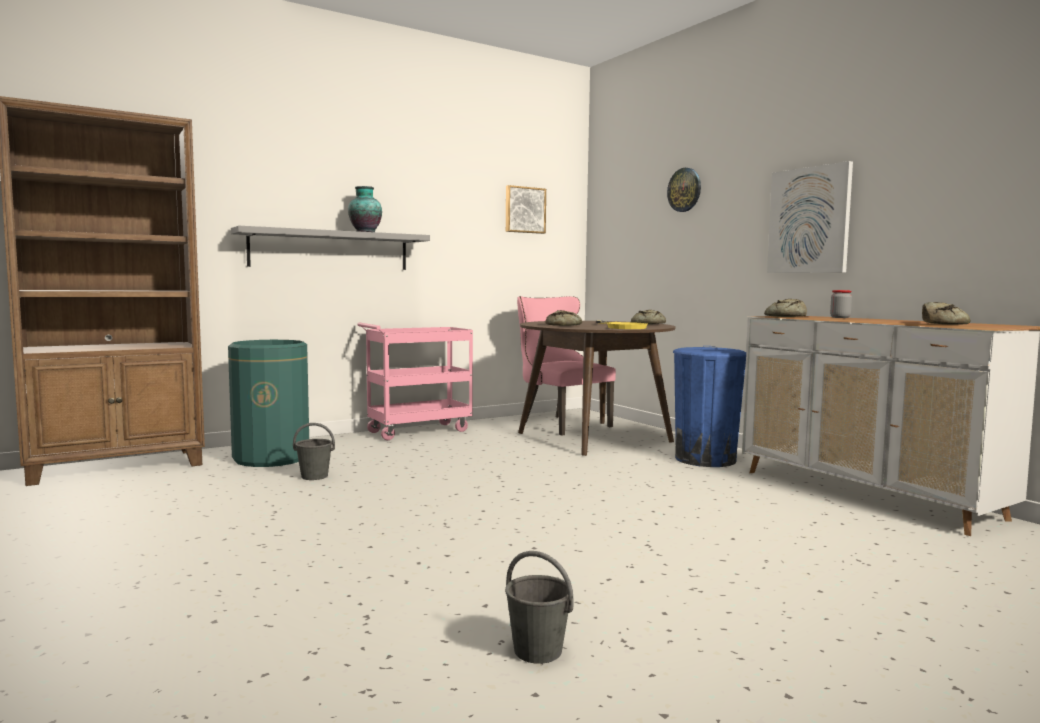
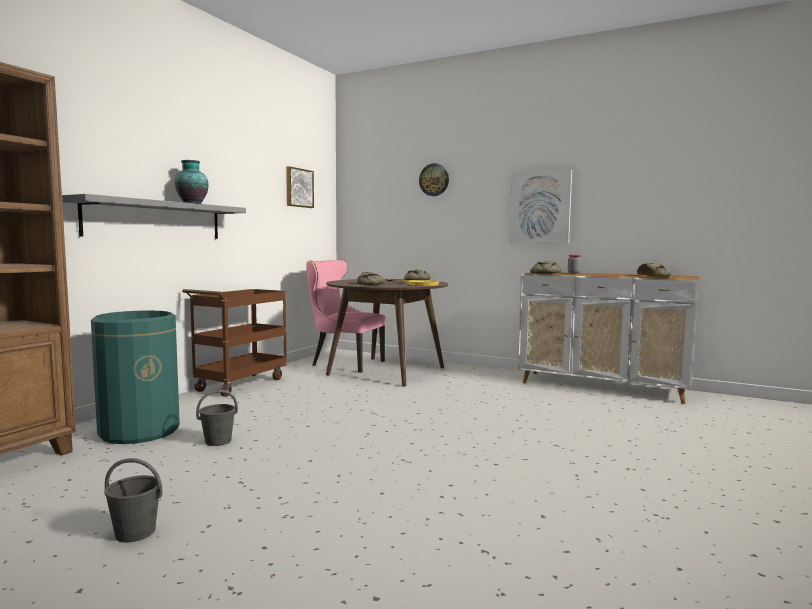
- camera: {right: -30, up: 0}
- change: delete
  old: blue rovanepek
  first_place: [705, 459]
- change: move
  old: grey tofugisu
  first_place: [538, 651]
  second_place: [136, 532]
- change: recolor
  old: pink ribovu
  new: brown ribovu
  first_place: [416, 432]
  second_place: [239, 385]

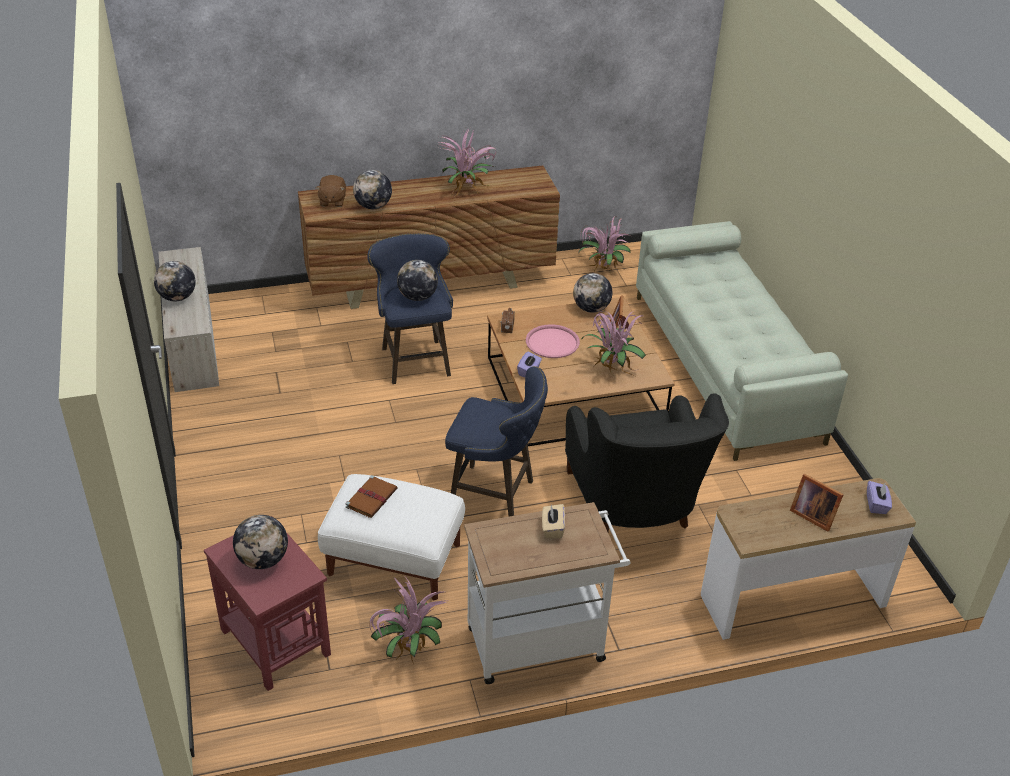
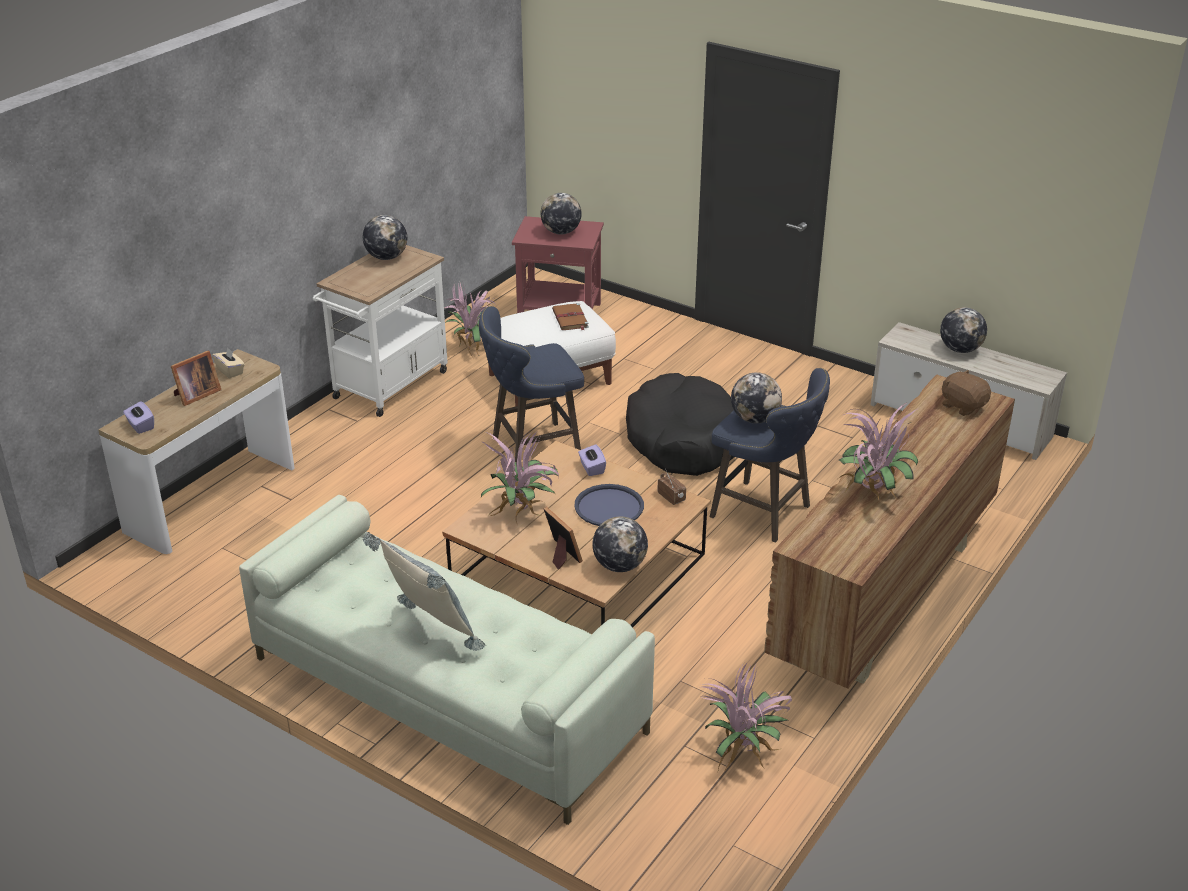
- camera: {right: 140, up: -5}
- change: delete
  old: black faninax
  first_place: [635, 507]
- change: insert
  new: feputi
  second_place: [426, 639]
- change: insert
  new: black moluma
  second_place: [683, 439]
- change: move
  old: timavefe
  first_place: [373, 206]
  second_place: [386, 257]
- change: move
  old: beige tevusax
  first_place: [552, 528]
  second_place: [230, 371]
- change: recolor
  old: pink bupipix
  new: blue bupipix
  first_place: [552, 342]
  second_place: [609, 507]
- change: rotate
  old: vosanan
  first_place: [812, 514]
  second_place: [195, 395]
  degrees: 135

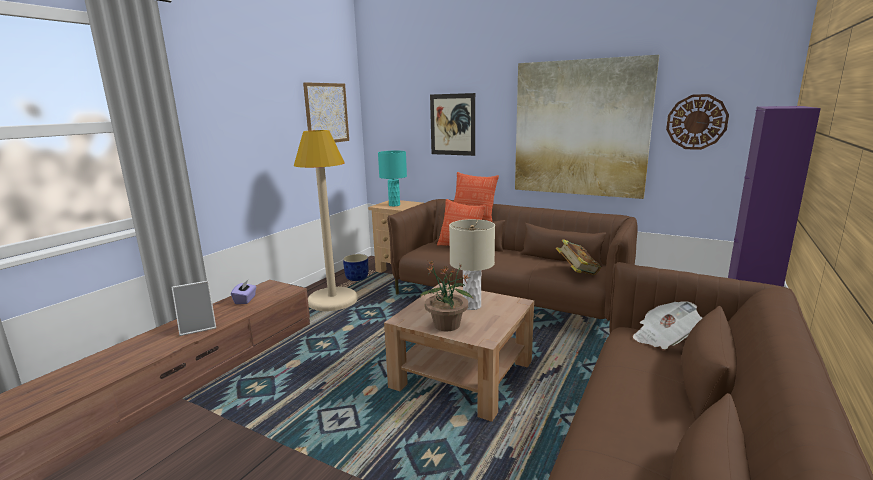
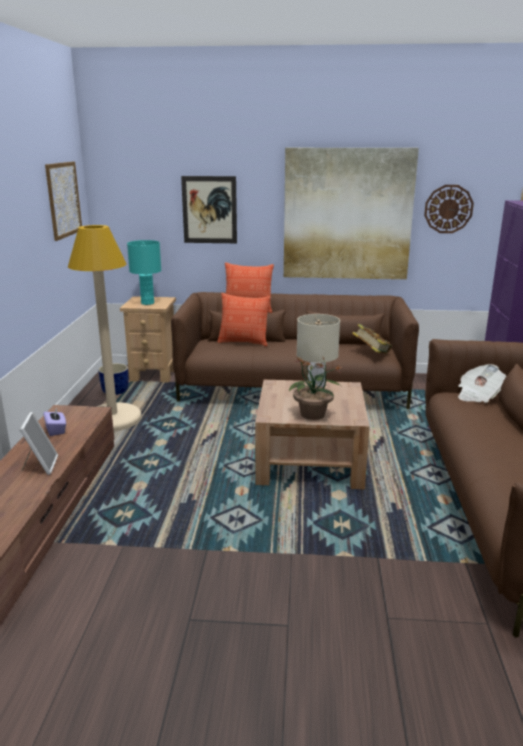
- camera: {right: -25, up: 5}
- change: rotate
  old: vosanan
  first_place: [198, 327]
  second_place: [40, 466]
  degrees: -45

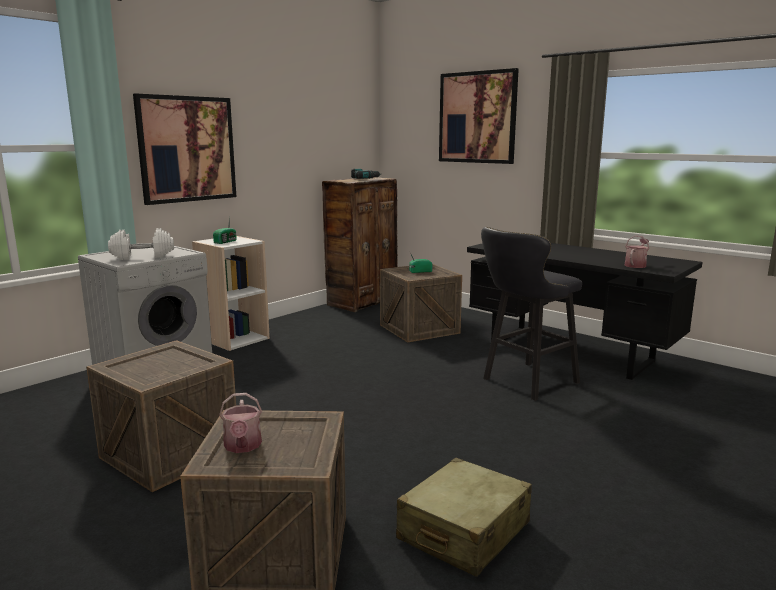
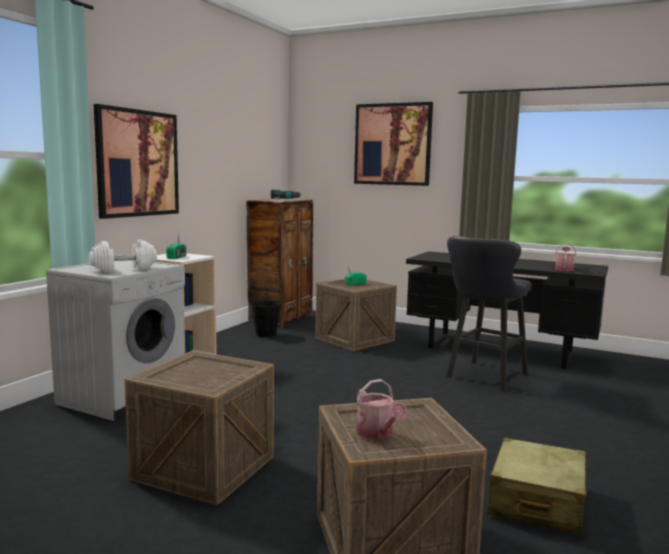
- camera: {right: -15, up: -5}
- change: insert
  new: black tofugisu
  second_place: [266, 334]

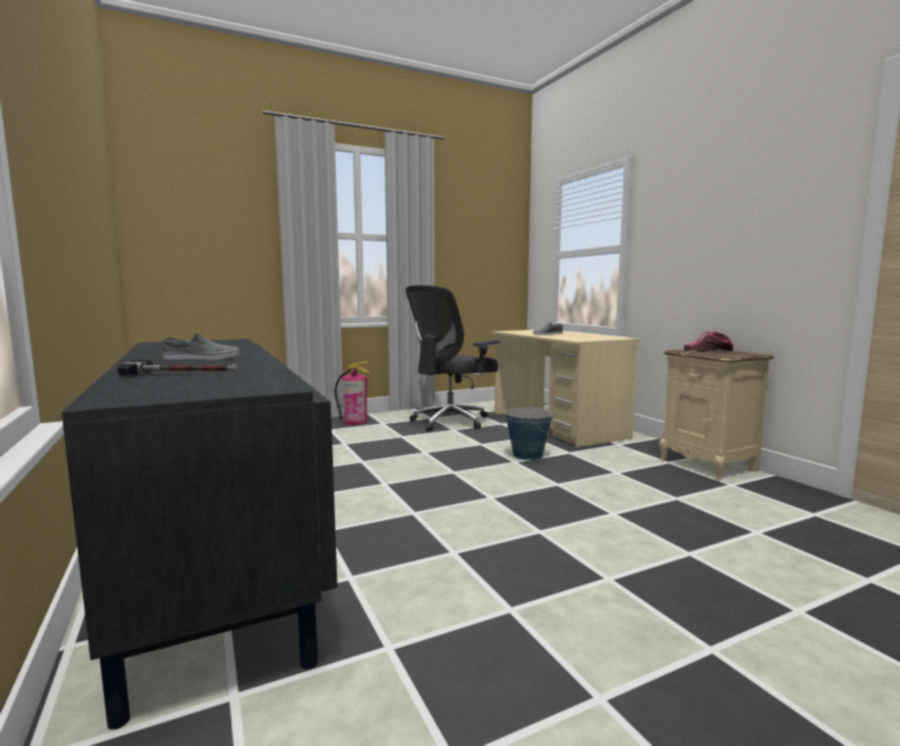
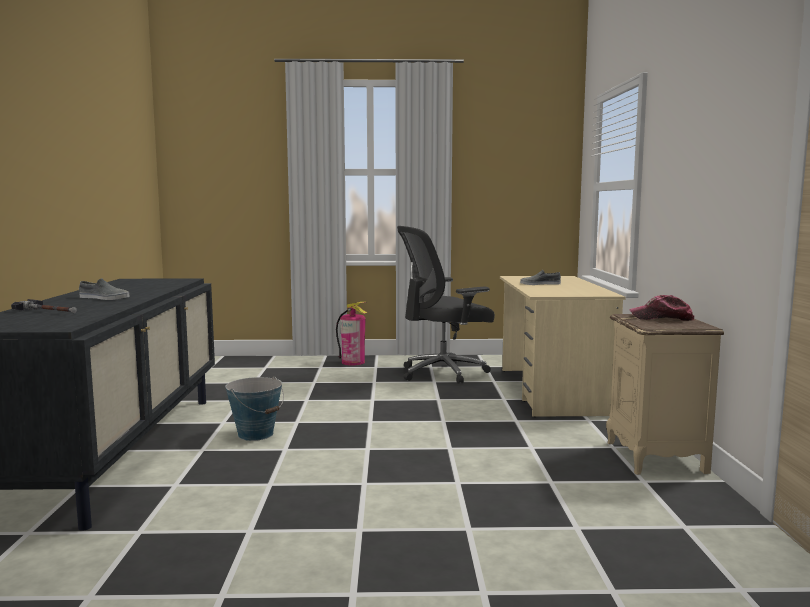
- camera: {right: 25, up: 0}
- change: move
  old: tofugisu
  first_place: [527, 455]
  second_place: [256, 434]

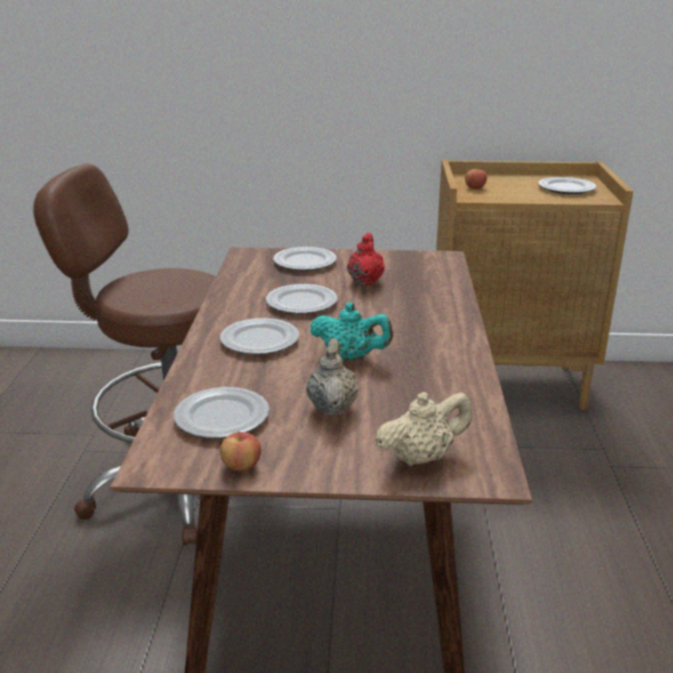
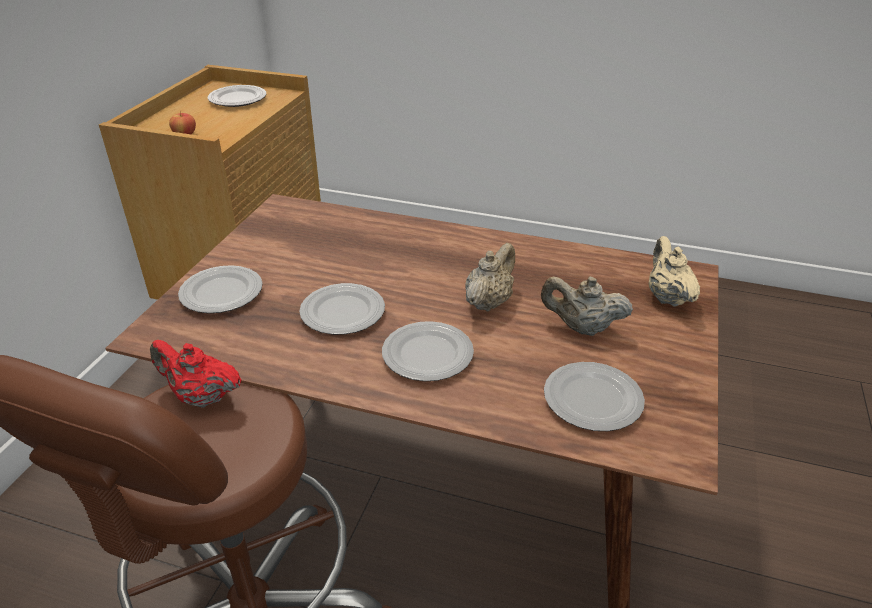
- camera: {right: -75, up: 10}
- change: delete
  old: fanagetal
  first_place: [241, 466]
- change: move
  old: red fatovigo
  first_place: [365, 281]
  second_place: [201, 397]
- change: recolor
  old: turquoise fatovigo
  new: beige fatovigo
  first_place: [351, 357]
  second_place: [489, 302]

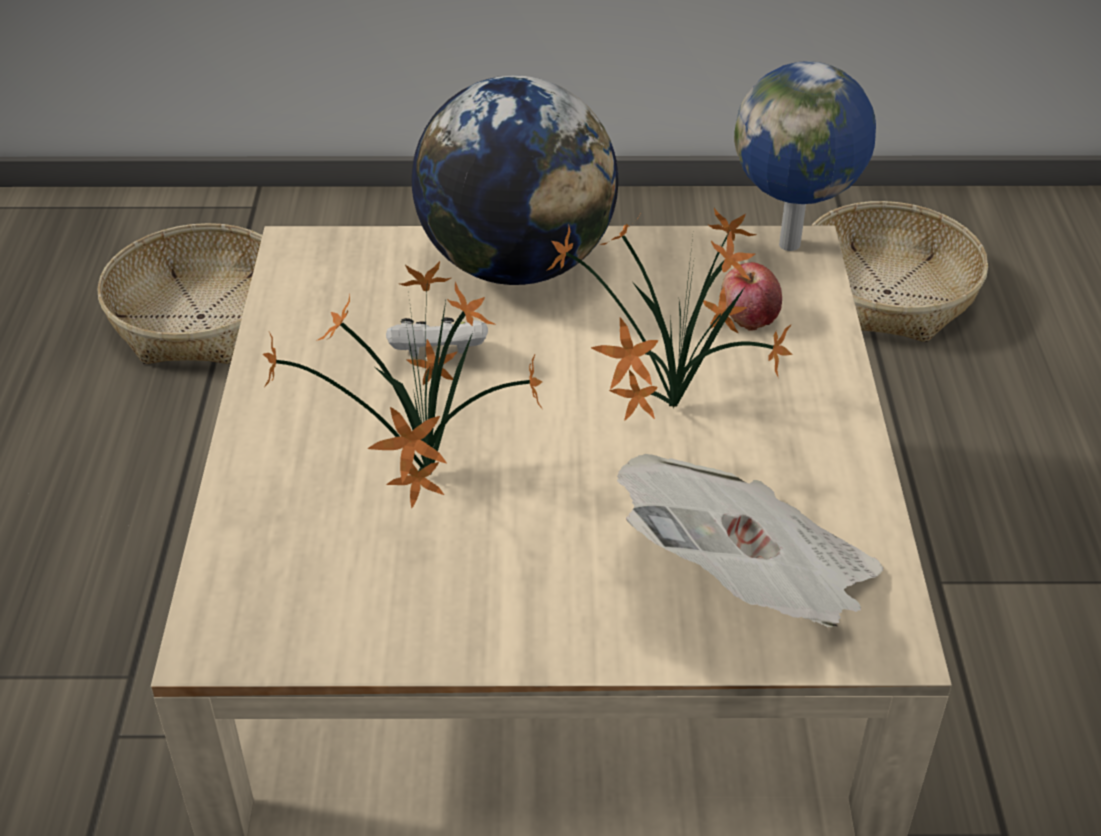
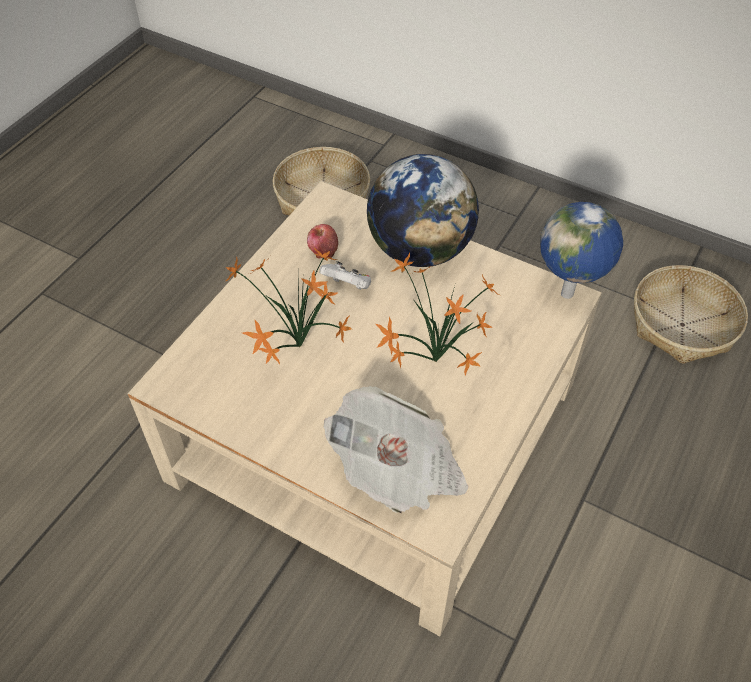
- camera: {right: 30, up: 10}
- change: move
  old: fanagetal
  first_place: [749, 317]
  second_place: [323, 251]

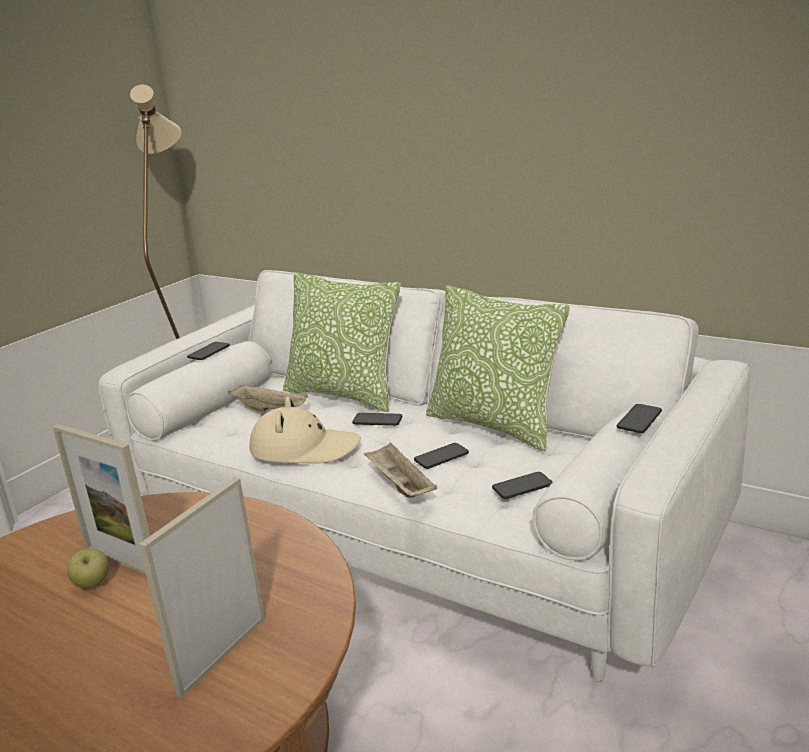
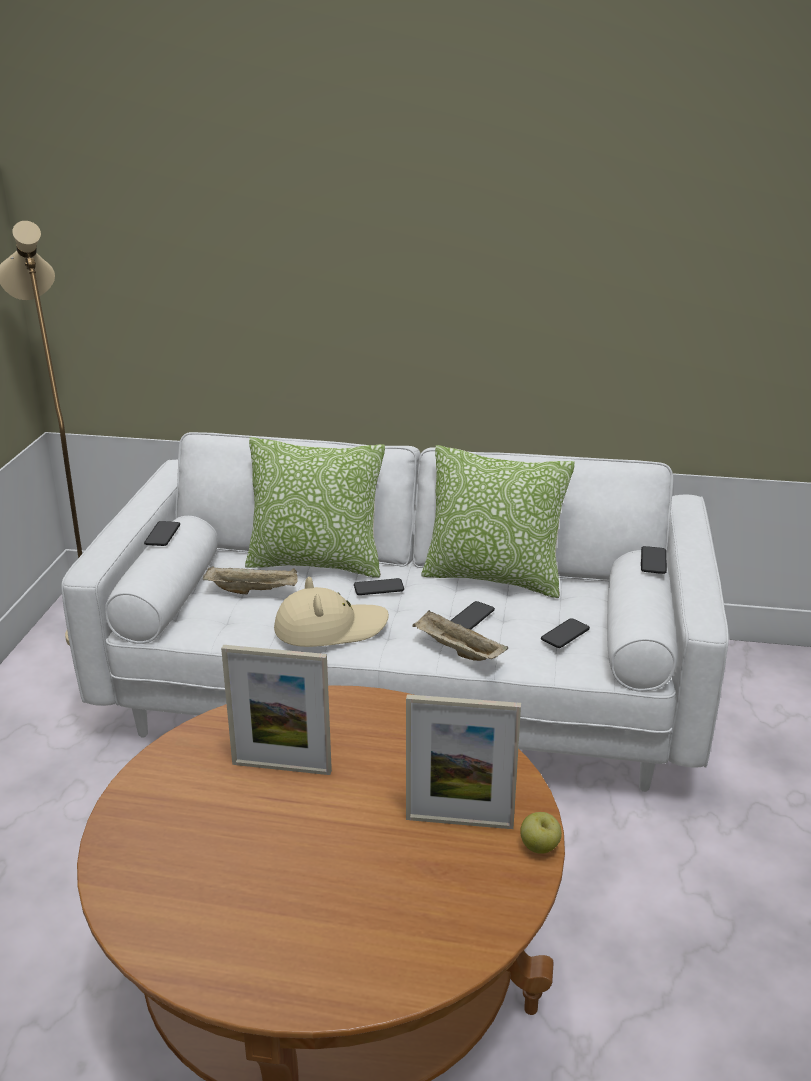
- camera: {right: -25, up: 5}
- change: move
  old: fanagetal
  first_place: [92, 584]
  second_place: [539, 848]
- change: rotate
  old: vosanan
  first_place: [222, 654]
  second_place: [459, 822]
  degrees: -90

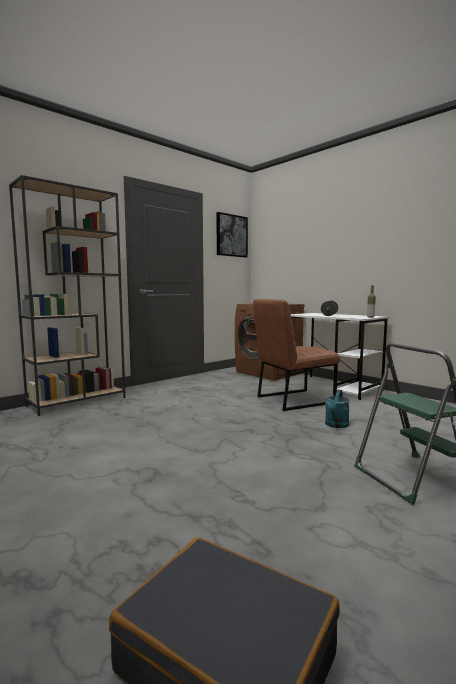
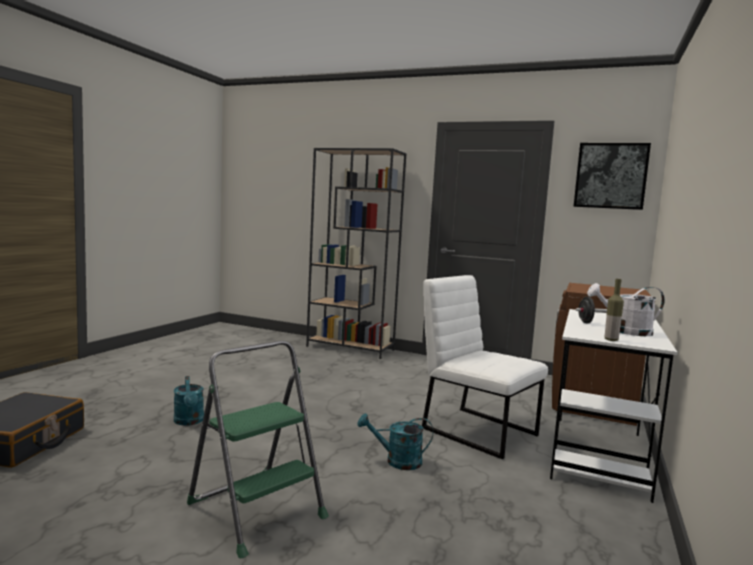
- camera: {right: 65, up: 0}
- change: insert
  new: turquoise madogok
  second_place: [189, 422]
- change: insert
  new: white madogok
  second_place: [626, 332]
- change: recolor
  old: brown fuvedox
  new: white fuvedox
  first_place: [293, 400]
  second_place: [477, 430]

